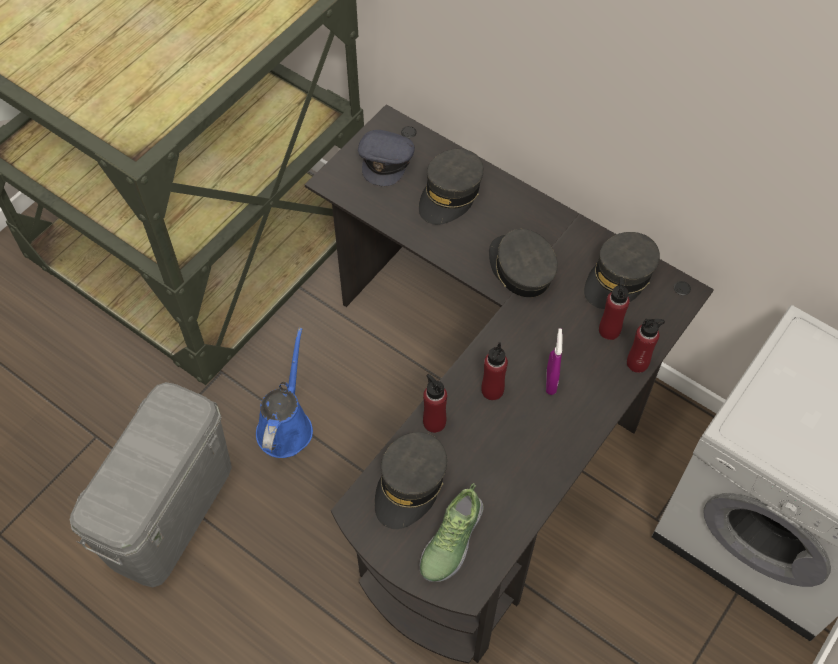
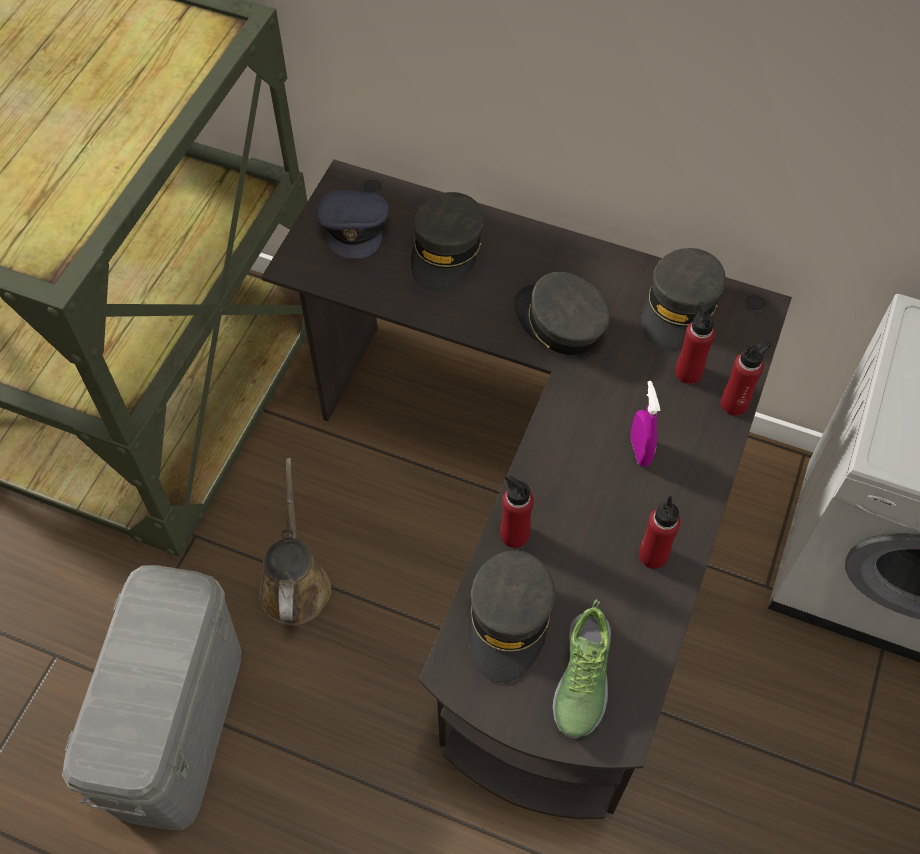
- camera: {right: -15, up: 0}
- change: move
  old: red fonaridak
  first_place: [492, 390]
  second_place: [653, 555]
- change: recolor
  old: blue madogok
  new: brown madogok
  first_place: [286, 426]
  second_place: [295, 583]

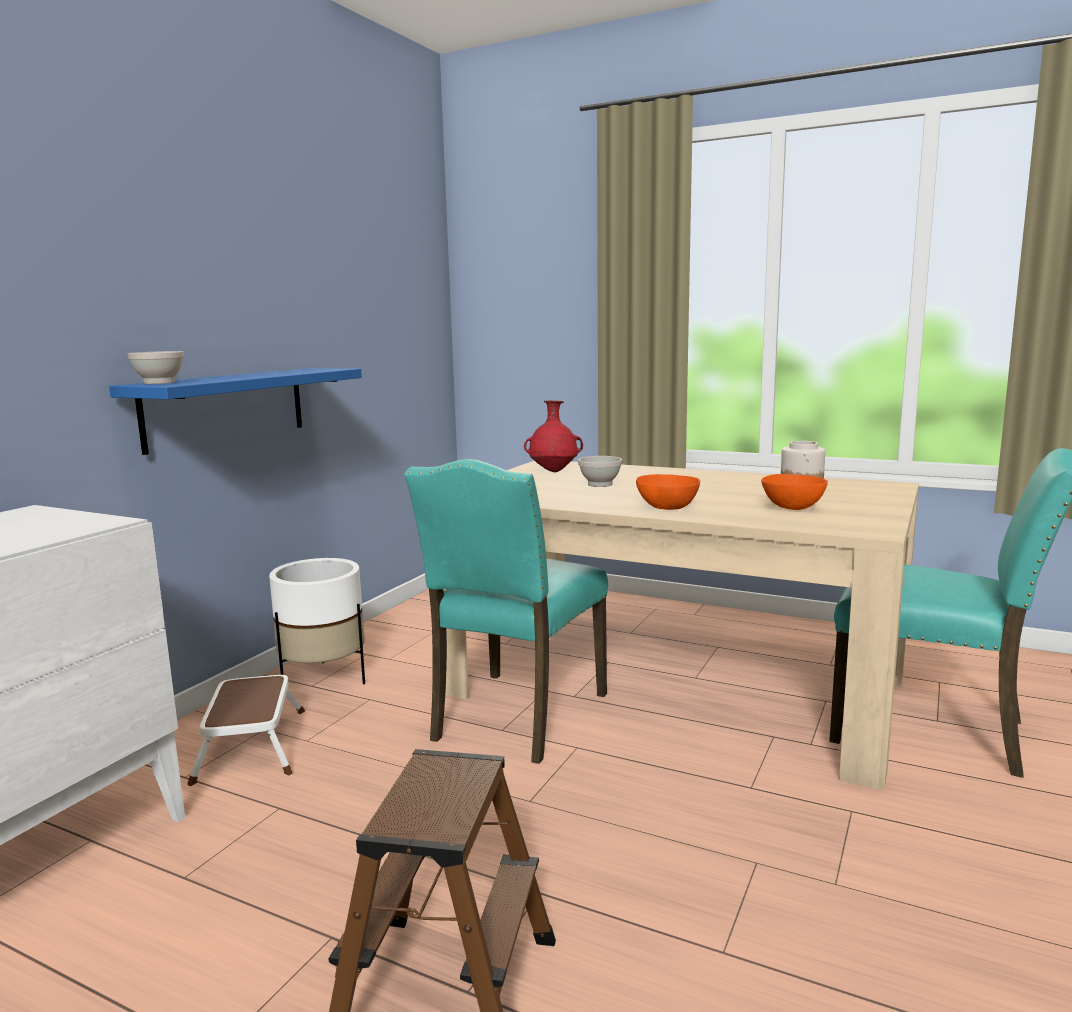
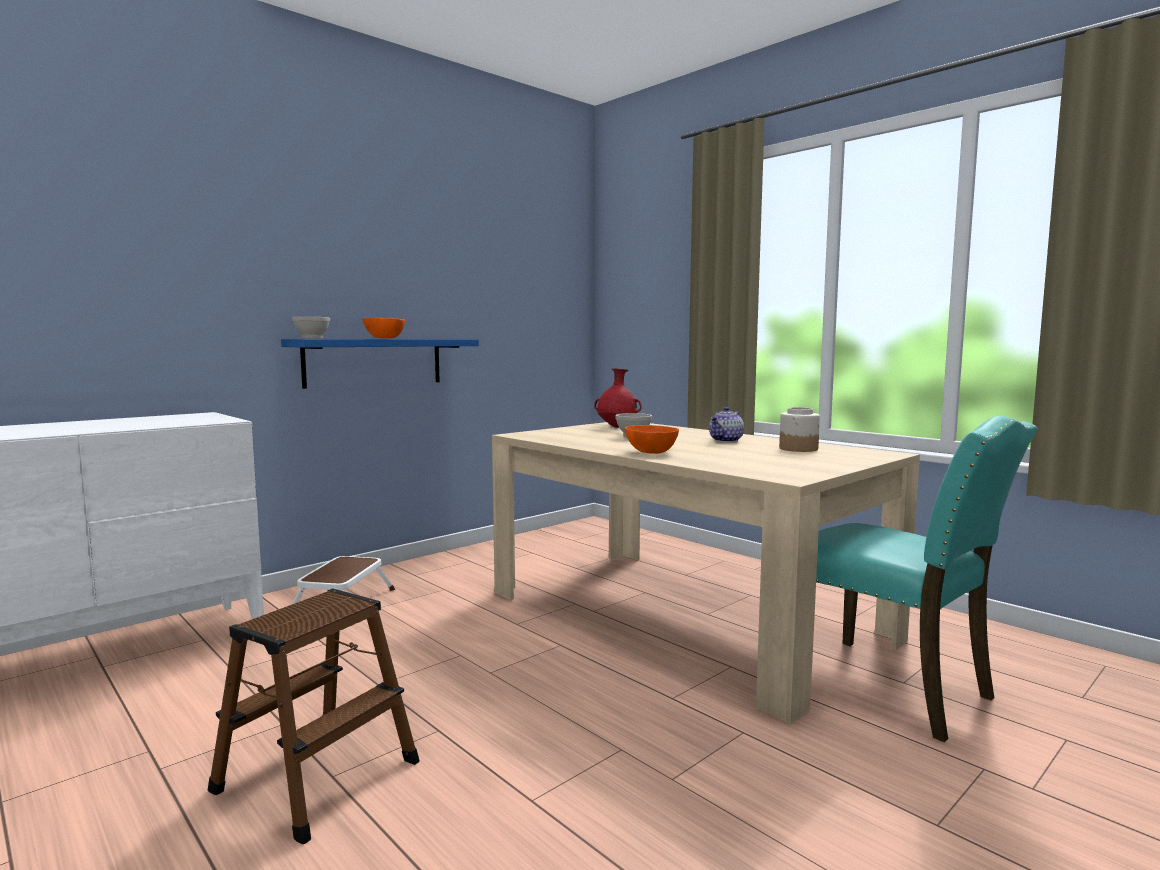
- camera: {right: 20, up: -5}
- change: delete
  old: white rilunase
  first_place: [323, 680]
- change: delete
  old: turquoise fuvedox
  first_place: [516, 717]
- change: insert
  new: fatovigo
  second_place: [726, 440]
- change: move
  old: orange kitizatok
  first_place: [792, 508]
  second_place: [384, 338]

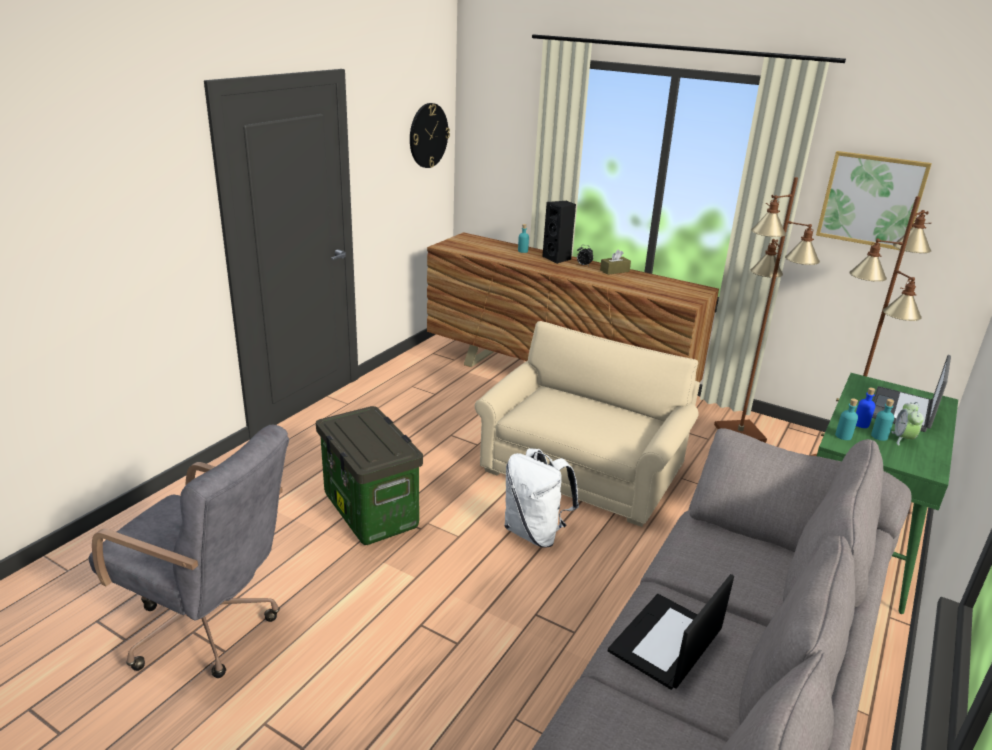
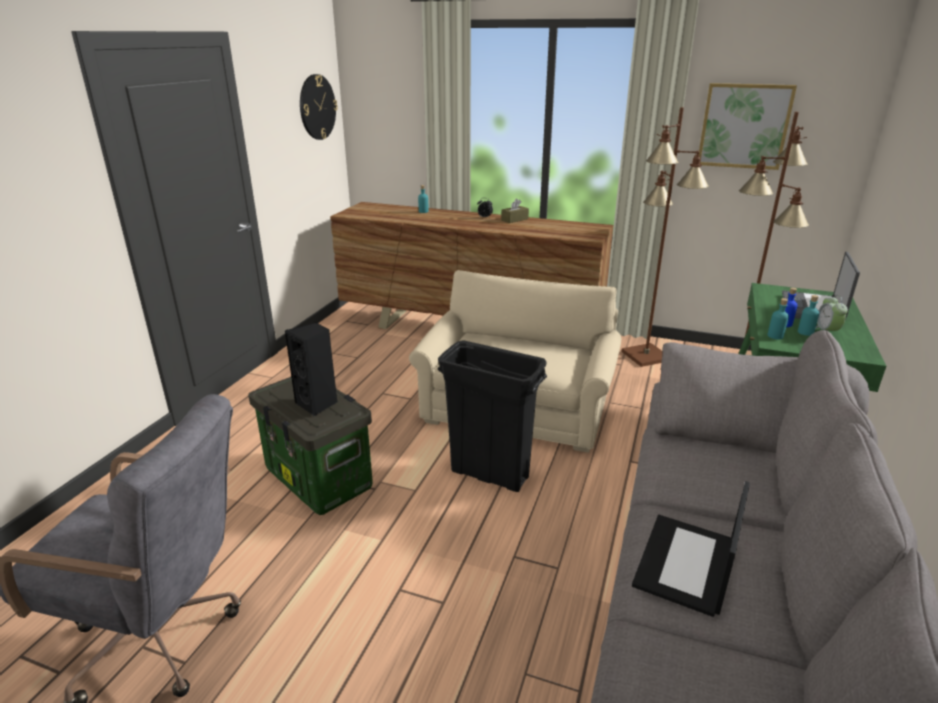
- camera: {right: -10, up: 0}
- change: move
  old: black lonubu
  first_place: [557, 259]
  second_place: [317, 404]
- change: replace
  old: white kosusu
  new: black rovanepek
  first_place: [535, 533]
  second_place: [490, 474]

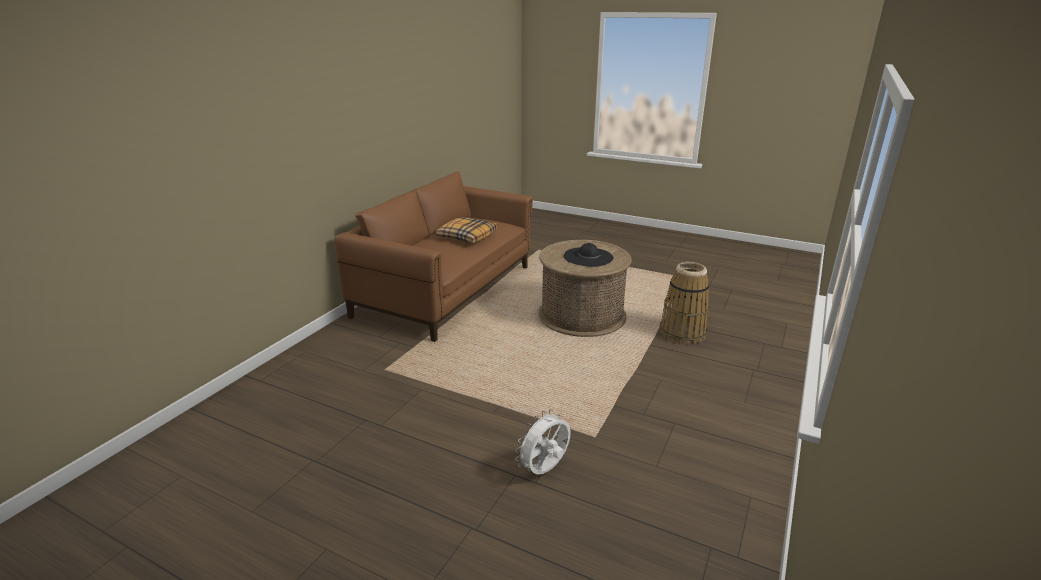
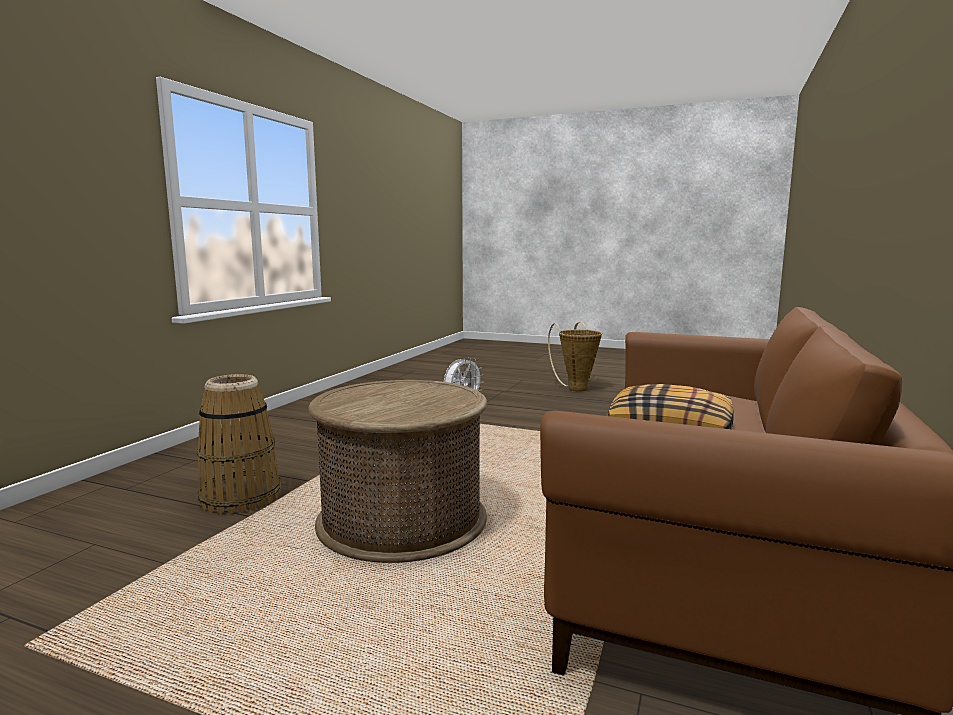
- camera: {right: 175, up: -15}
- change: delete
  old: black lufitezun
  first_place: [588, 257]
- change: insert
  new: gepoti
  second_place: [576, 388]

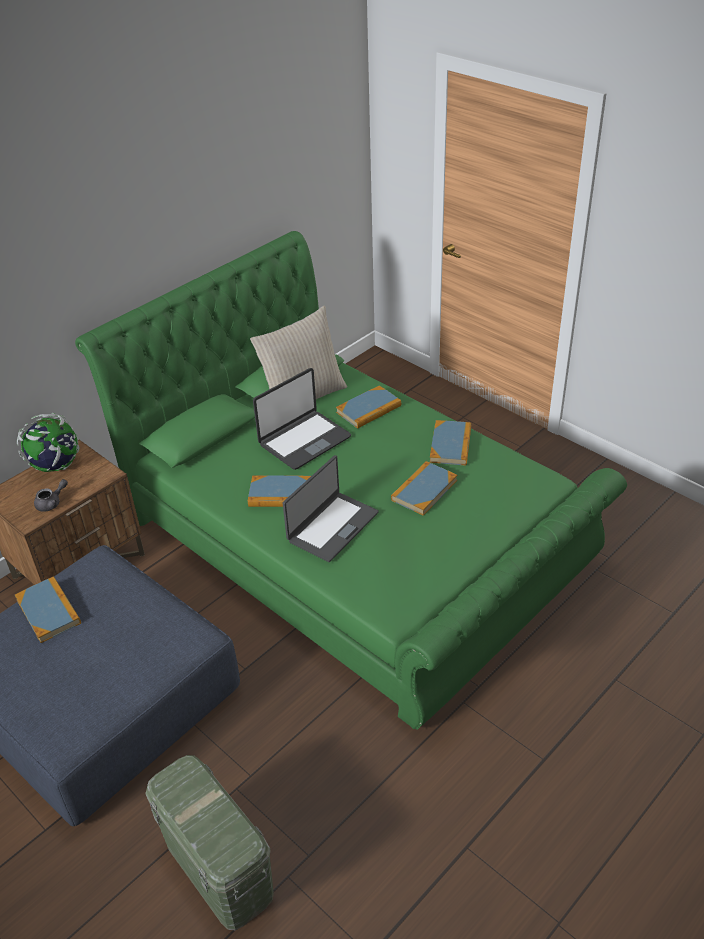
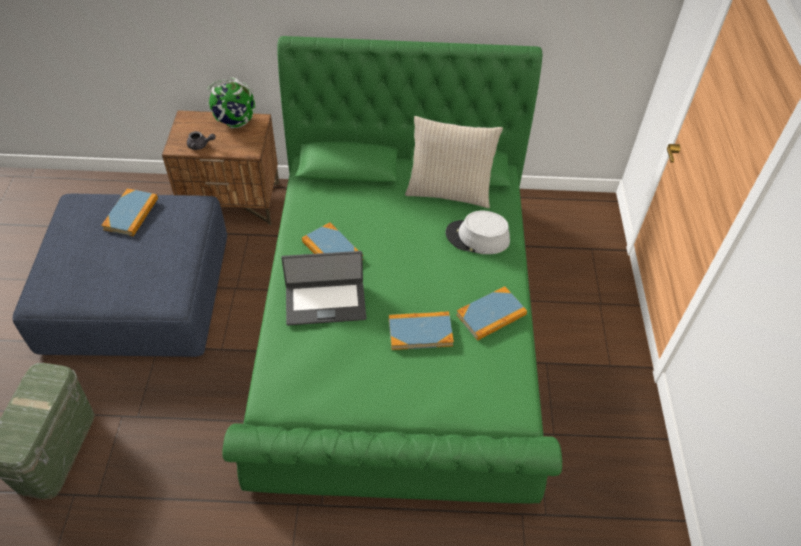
- camera: {right: 45, up: 10}
- change: delete
  old: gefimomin
  first_place: [304, 440]
- change: replace
  old: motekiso
  new: grey lufitezun
  first_place: [369, 409]
  second_place: [477, 237]

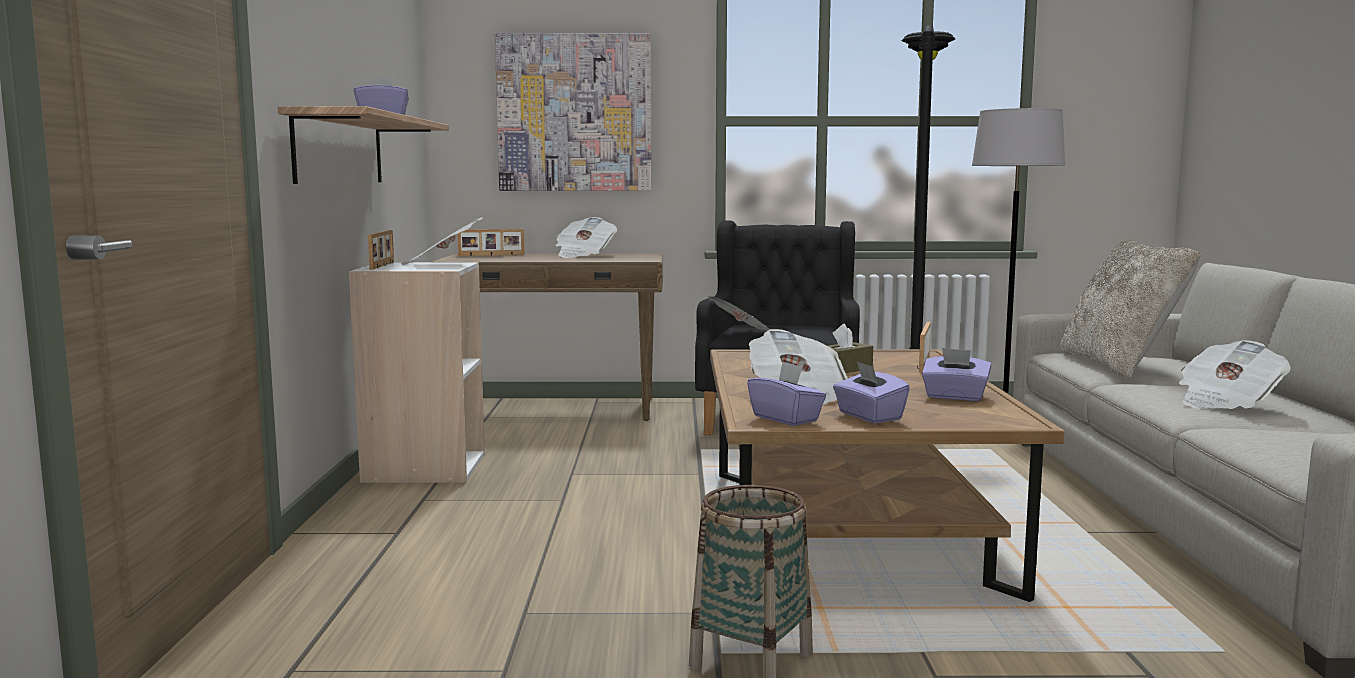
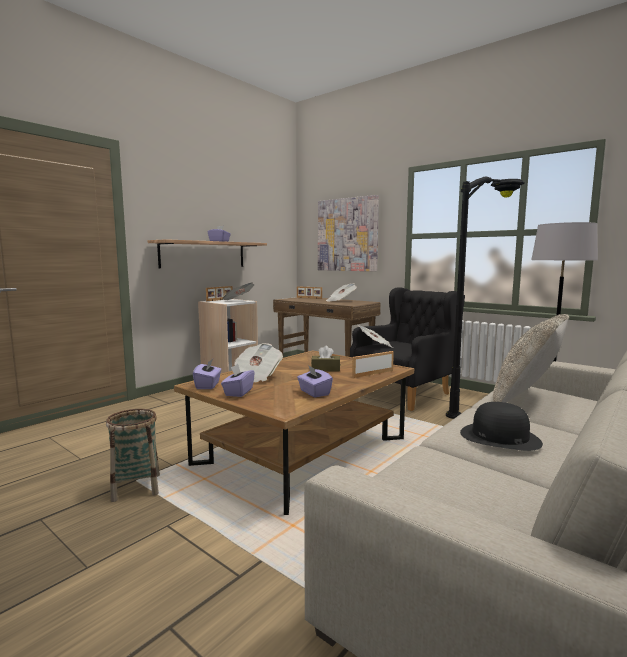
- camera: {right: 40, up: 0}
- change: replace
  old: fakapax
  new: black lufitezun
  first_place: [1225, 402]
  second_place: [499, 437]

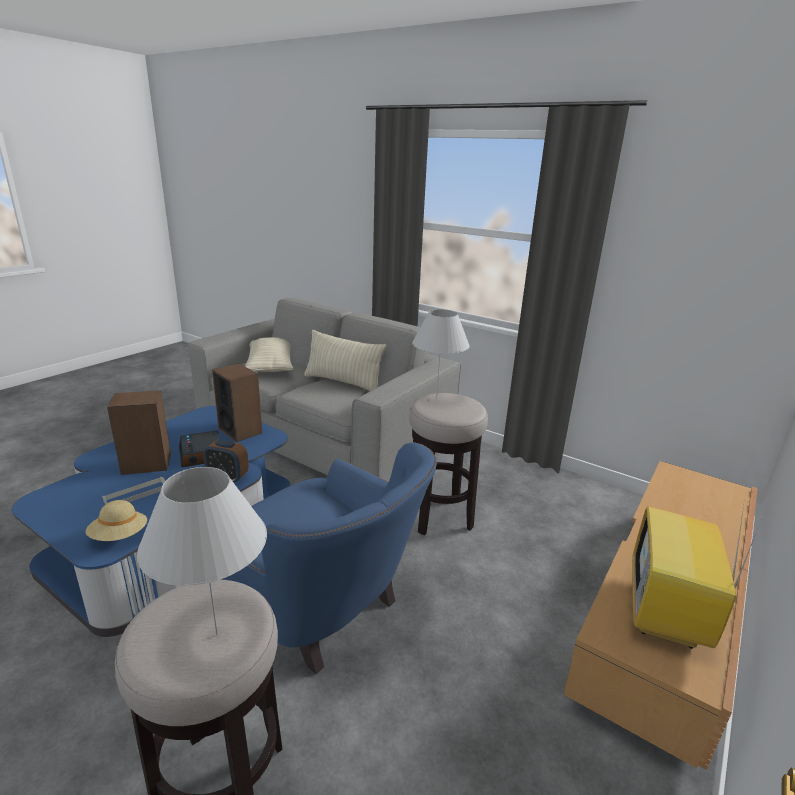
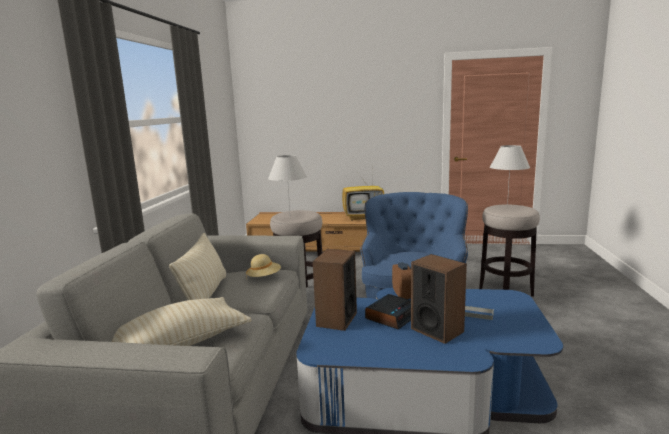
- camera: {right: -115, up: -10}
- change: move
  old: beige lufitezun
  first_place: [119, 536]
  second_place: [264, 278]

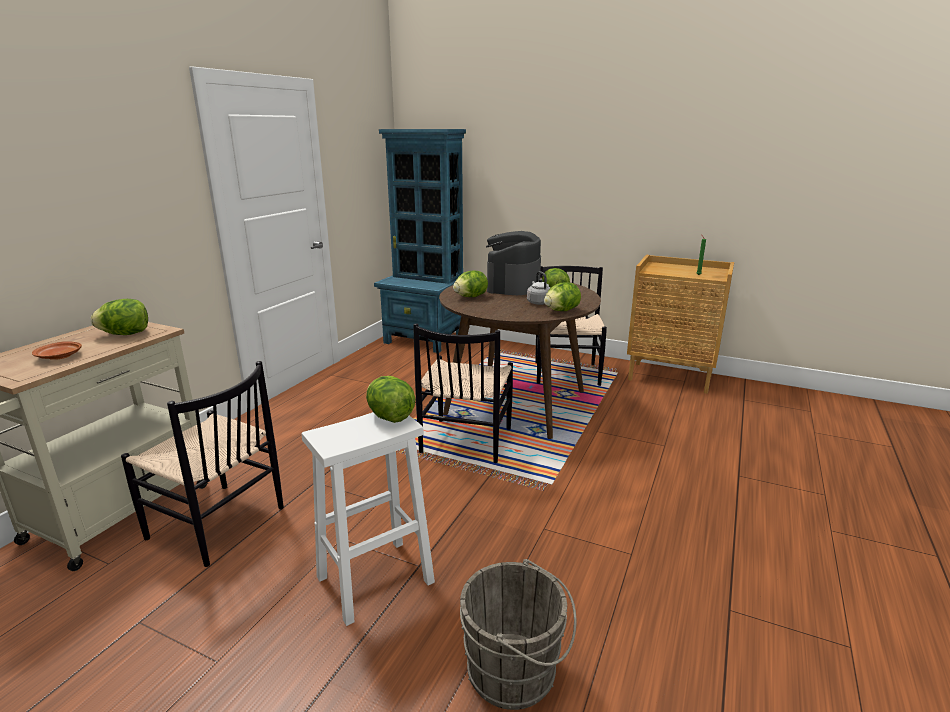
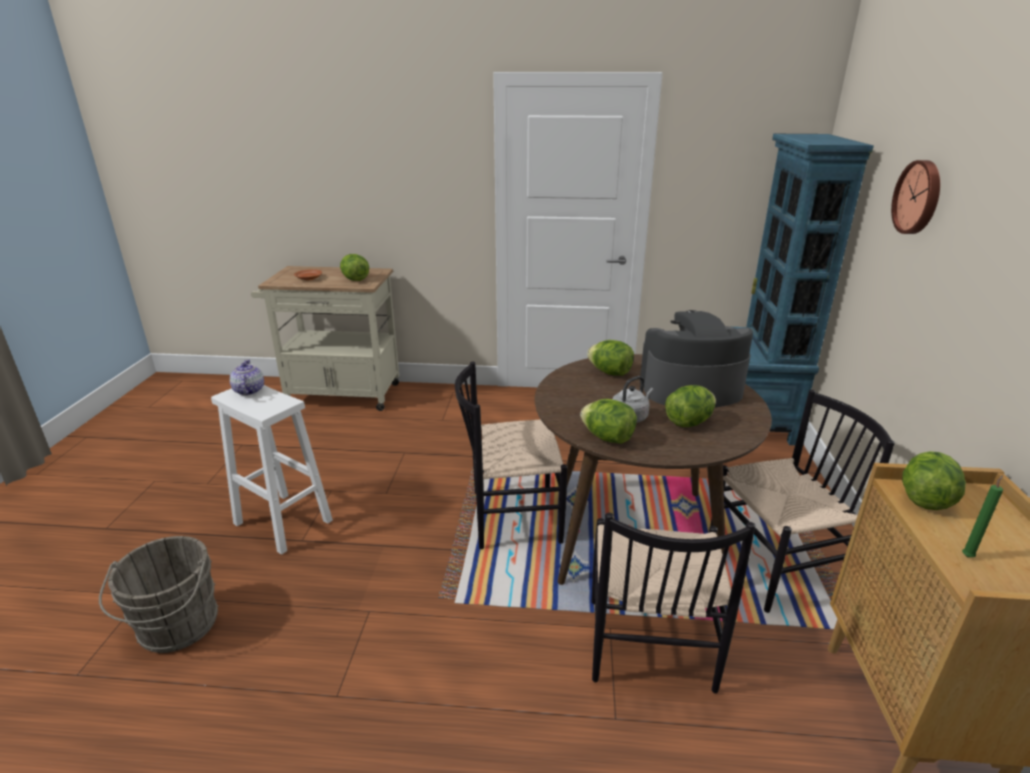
- camera: {right: 70, up: 5}
- change: insert
  new: fatovigo
  second_place: [248, 391]
- change: insert
  new: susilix
  second_place: [919, 197]
- change: move
  old: black fuvedox
  first_place: [220, 525]
  second_place: [649, 649]
- change: move
  old: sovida
  first_place: [390, 417]
  second_place: [925, 499]

